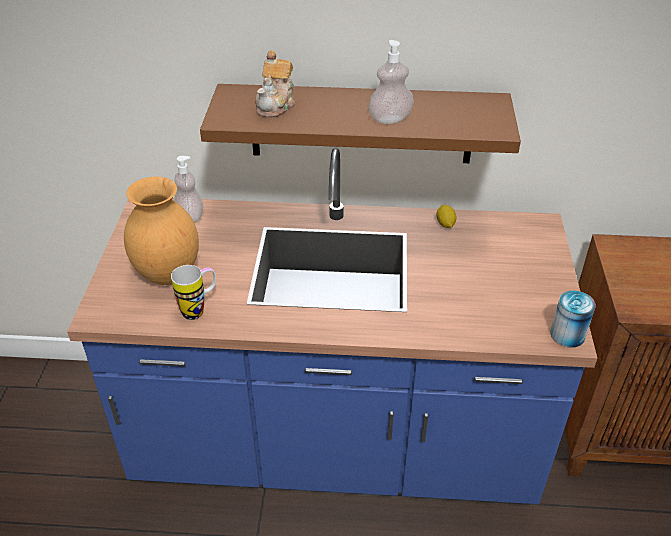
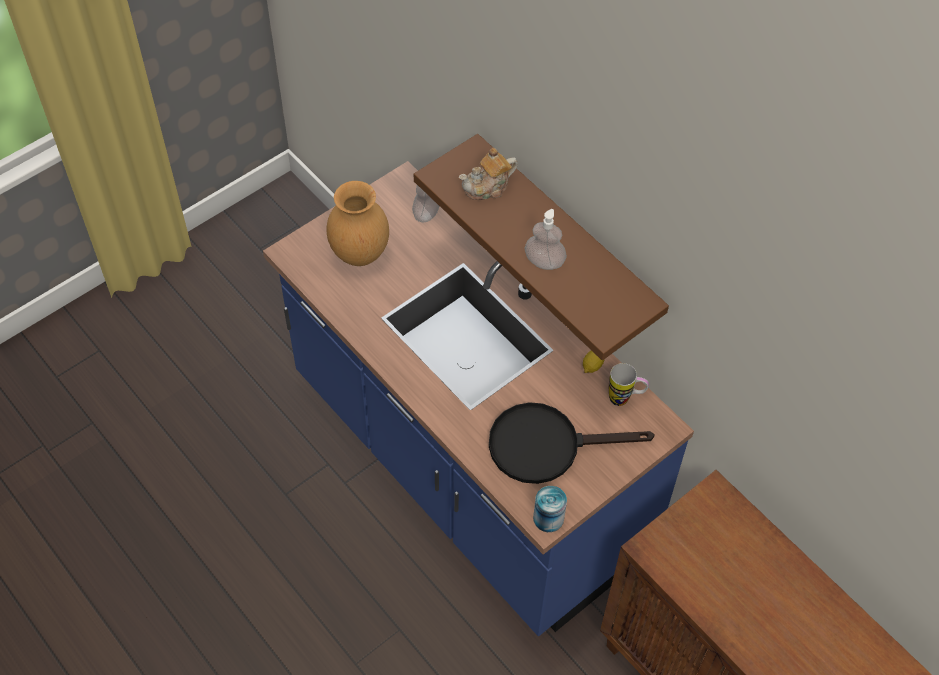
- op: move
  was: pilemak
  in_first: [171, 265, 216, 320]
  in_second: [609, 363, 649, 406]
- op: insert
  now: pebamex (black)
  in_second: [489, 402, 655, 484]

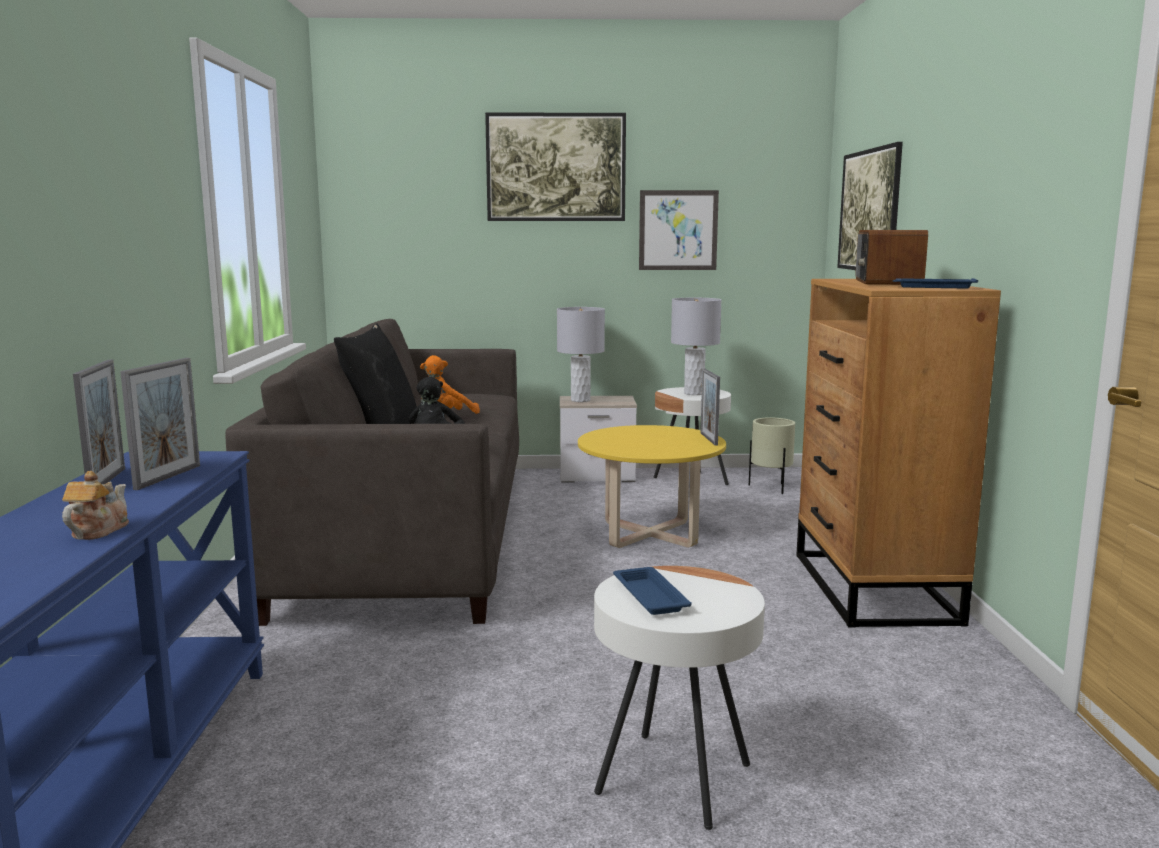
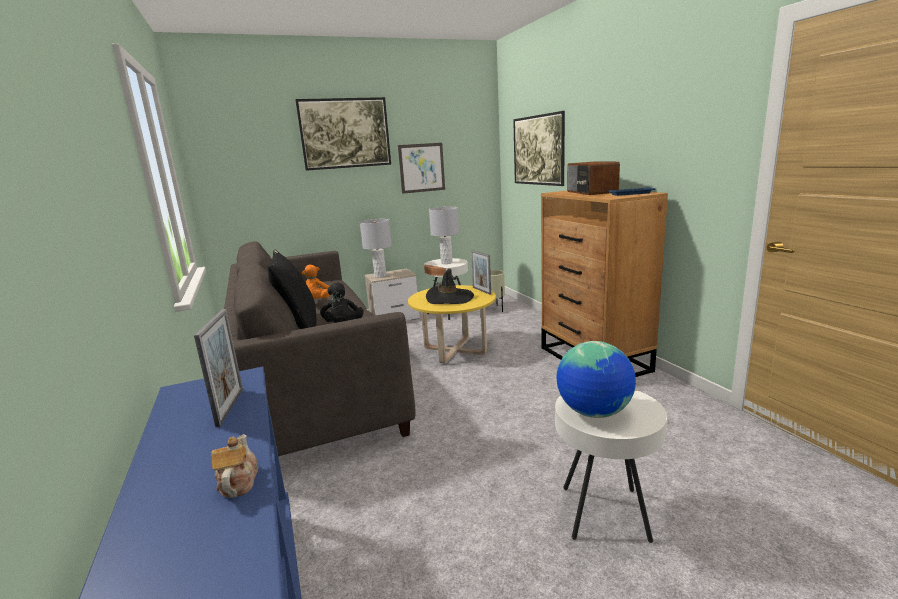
- op: delete
  was: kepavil
  in_first: [73, 360, 125, 484]
- op: replace
  was: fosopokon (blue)
  now: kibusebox
  in_first: [613, 567, 692, 615]
  in_second: [556, 341, 636, 418]
- op: insert
  now: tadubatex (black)
  in_second: [426, 269, 474, 304]

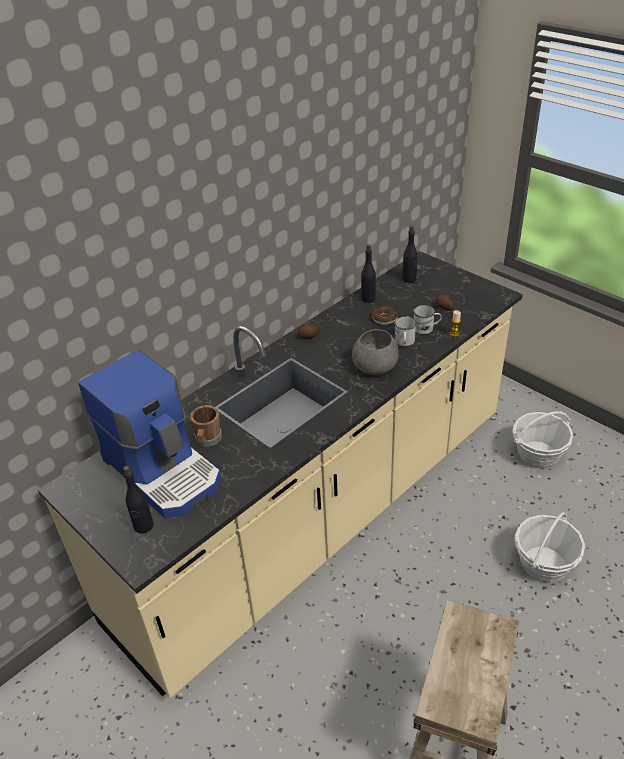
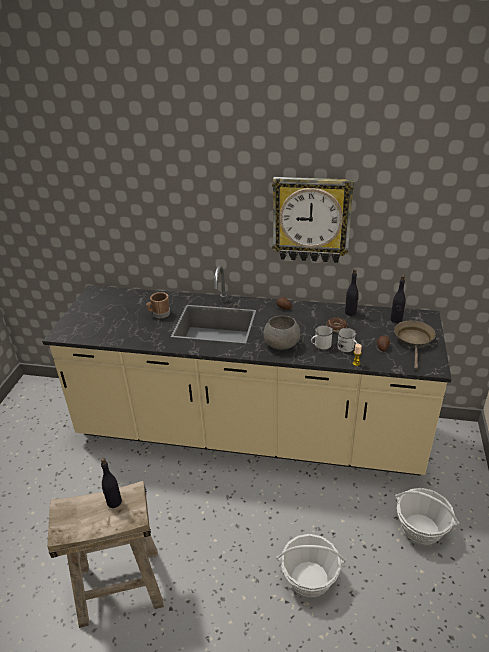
- op: delete
  was: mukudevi
  in_first: [78, 350, 221, 518]
- op: move
  was: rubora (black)
  in_first: [123, 466, 154, 534]
  in_second: [101, 458, 122, 508]
- op: insert
  now: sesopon
  in_second: [272, 177, 354, 263]
- op: insert
  now: pebamex (brown)
  in_second: [394, 321, 436, 370]

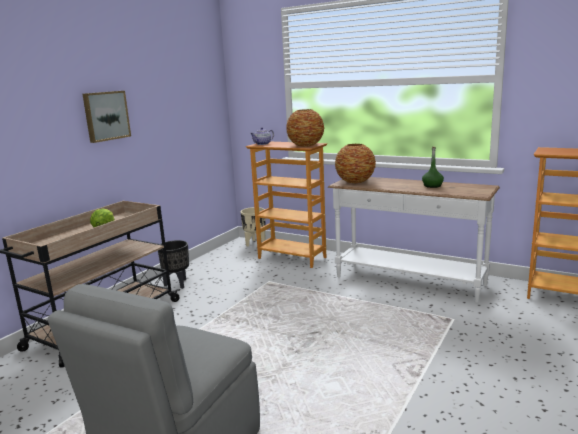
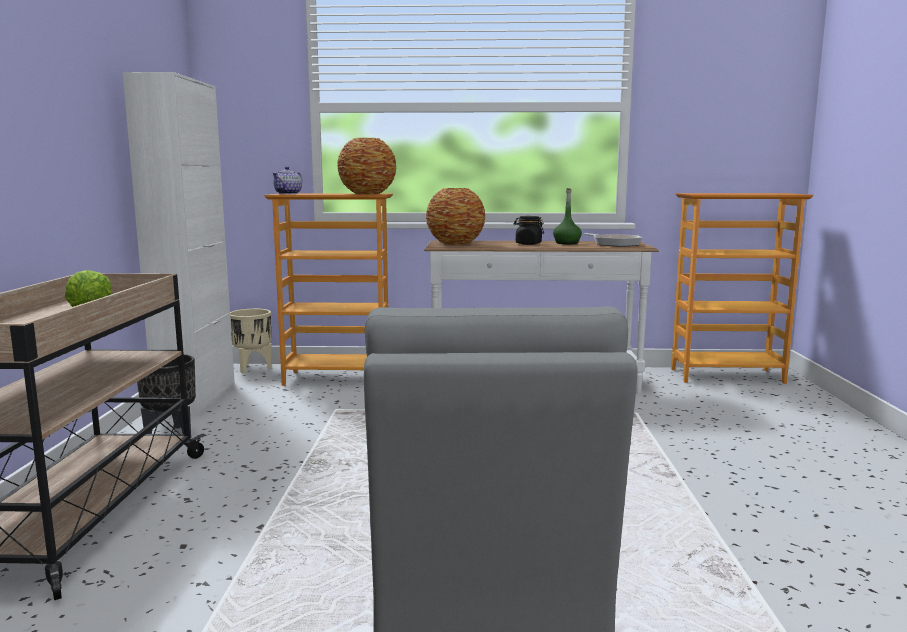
- op: delete
  was: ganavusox
  in_first: [82, 91, 131, 143]
- op: insert
  now: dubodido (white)
  in_second: [123, 72, 235, 414]
- op: insert
  now: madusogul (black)
  in_second: [514, 216, 544, 245]
- op: insert
  now: pebamex
  in_second: [584, 233, 642, 247]

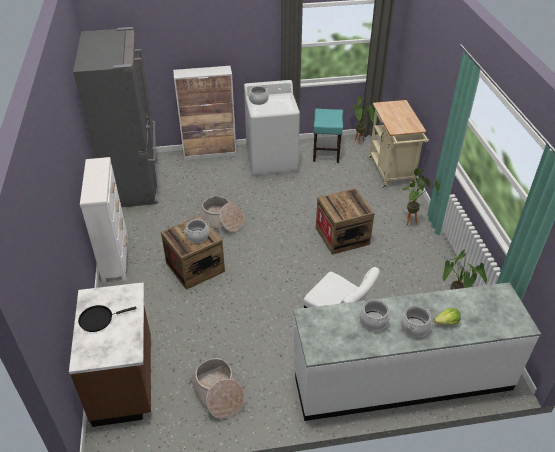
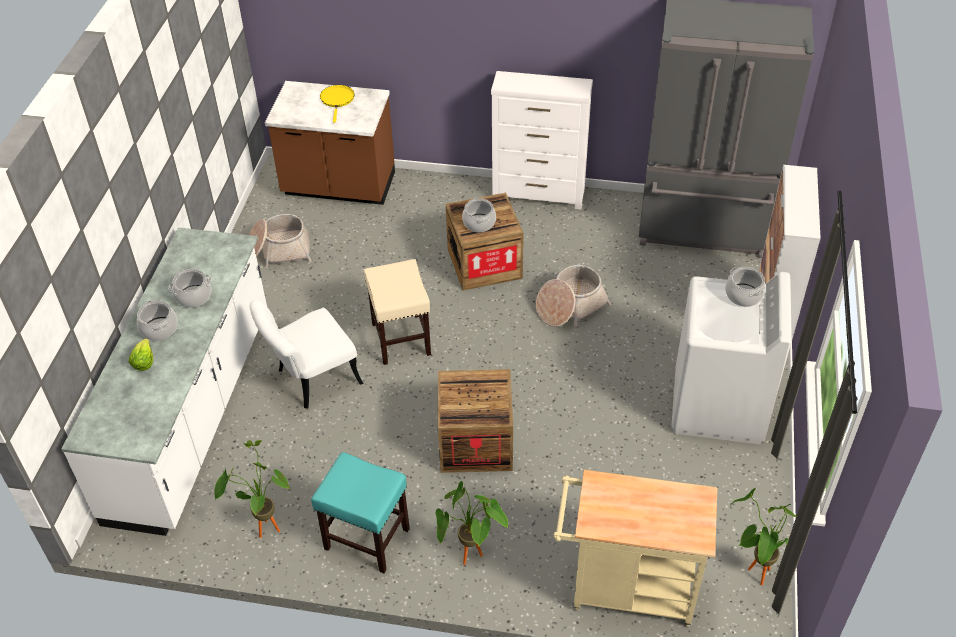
- op: move
  was: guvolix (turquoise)
  in_first: [313, 109, 343, 163]
  in_second: [311, 452, 410, 573]
- op: recolor
  was: pebamex (black)
  now: pebamex (yellow)
  in_first: [78, 305, 137, 332]
  in_second: [320, 85, 355, 123]
- op: insert
  now: guvolix (beige)
  in_second: [364, 259, 431, 365]

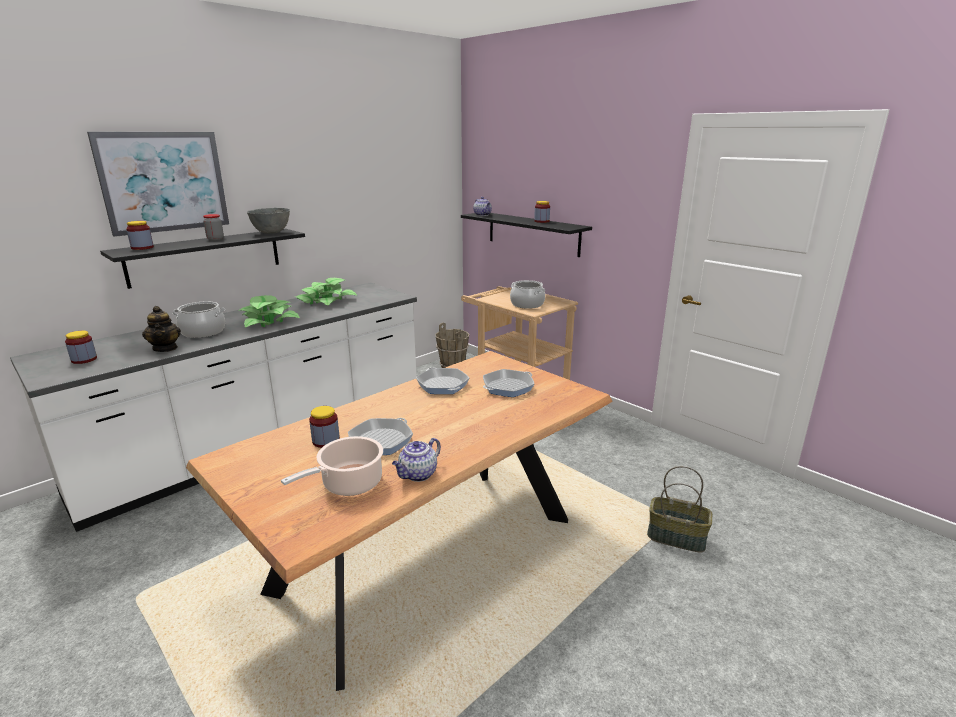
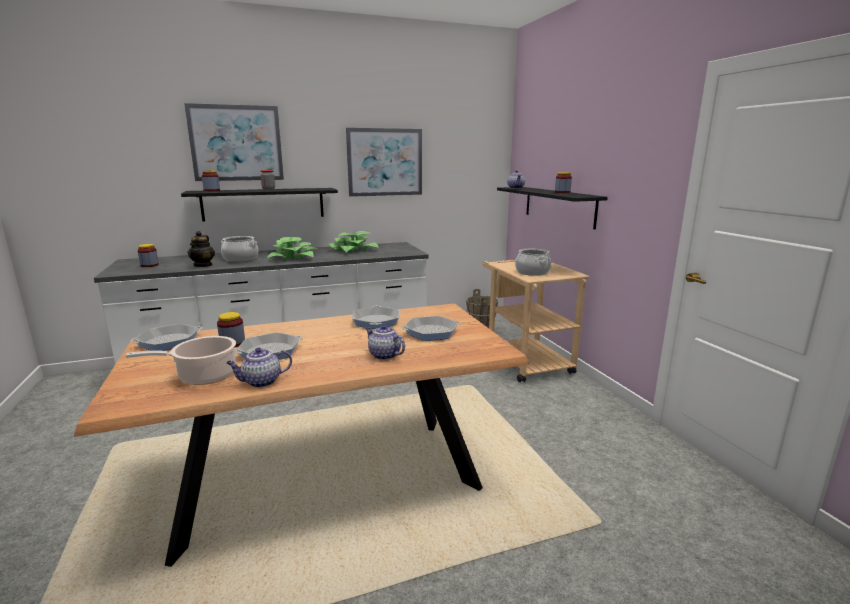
- op: delete
  was: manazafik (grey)
  in_first: [247, 208, 290, 234]
- op: delete
  was: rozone
  in_first: [647, 466, 713, 553]
- op: insert
  now: ganavusox
  in_second: [346, 128, 422, 197]
- op: insert
  now: pebamex
  in_second: [131, 324, 203, 351]
- op: insert
  now: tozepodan
  in_second: [365, 325, 405, 360]

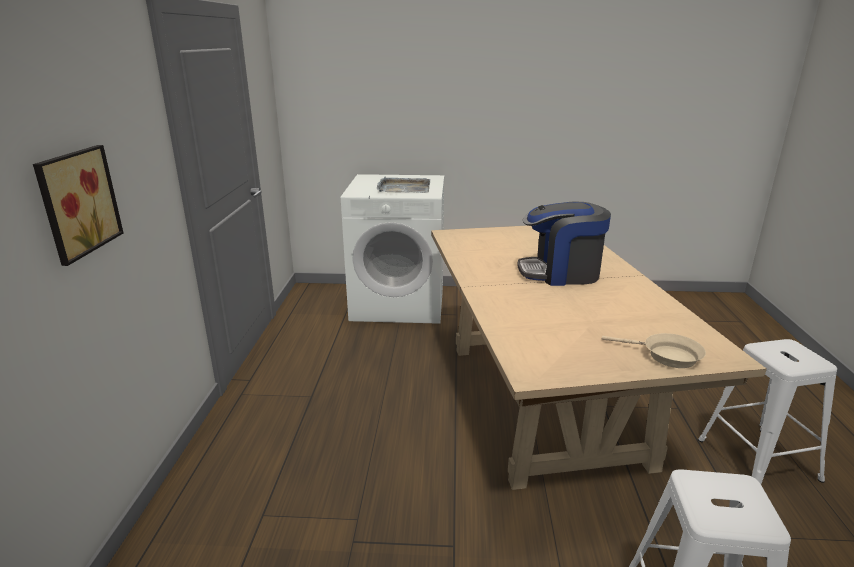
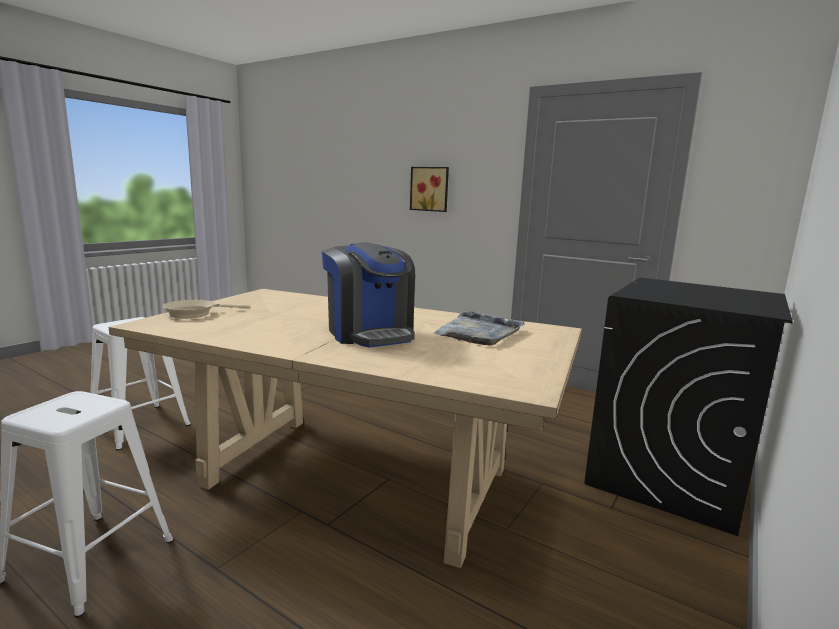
- op: recolor
  was: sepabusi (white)
  now: sepabusi (black)
  in_first: [341, 174, 444, 324]
  in_second: [584, 278, 793, 536]
- op: move
  was: fosopokon (grey)
  in_first: [377, 177, 430, 193]
  in_second: [433, 311, 525, 346]
- op: rotate
  was: mukudevi
  in_first: [517, 202, 611, 286]
  in_second: [322, 242, 415, 347]
  clockwise: 120

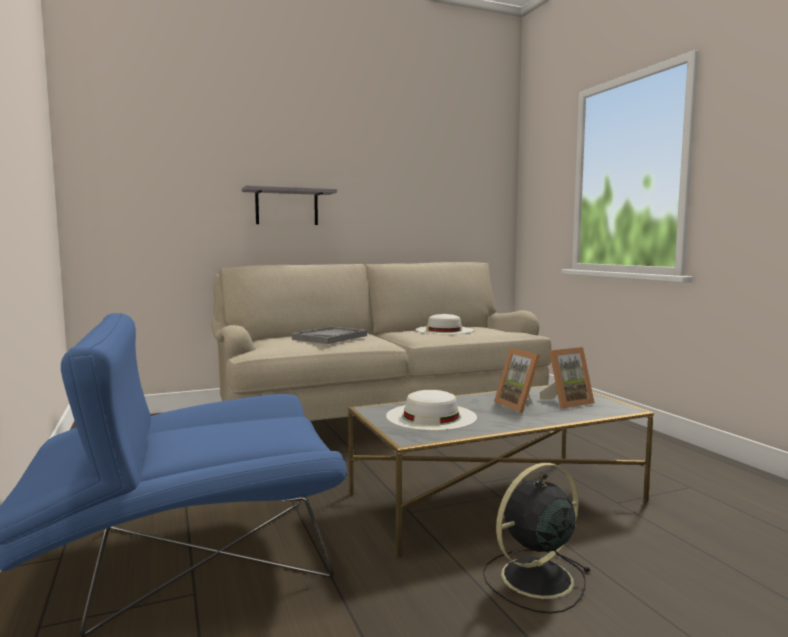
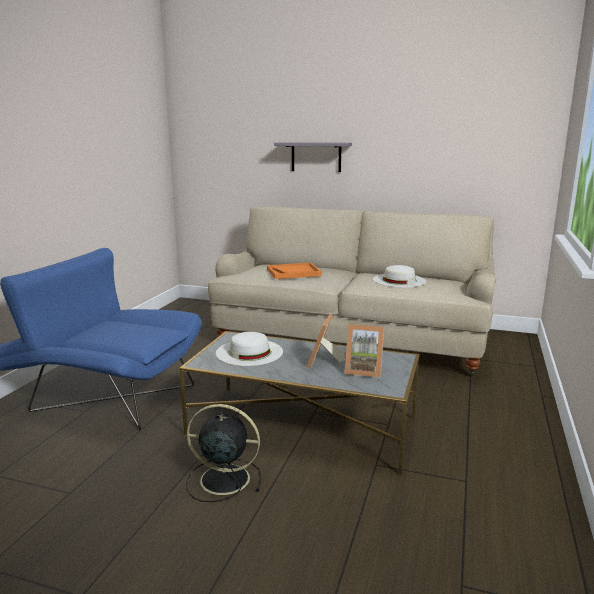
- op: recolor
  was: fosopokon (grey)
  now: fosopokon (orange)
  in_first: [292, 326, 367, 344]
  in_second: [267, 263, 322, 279]

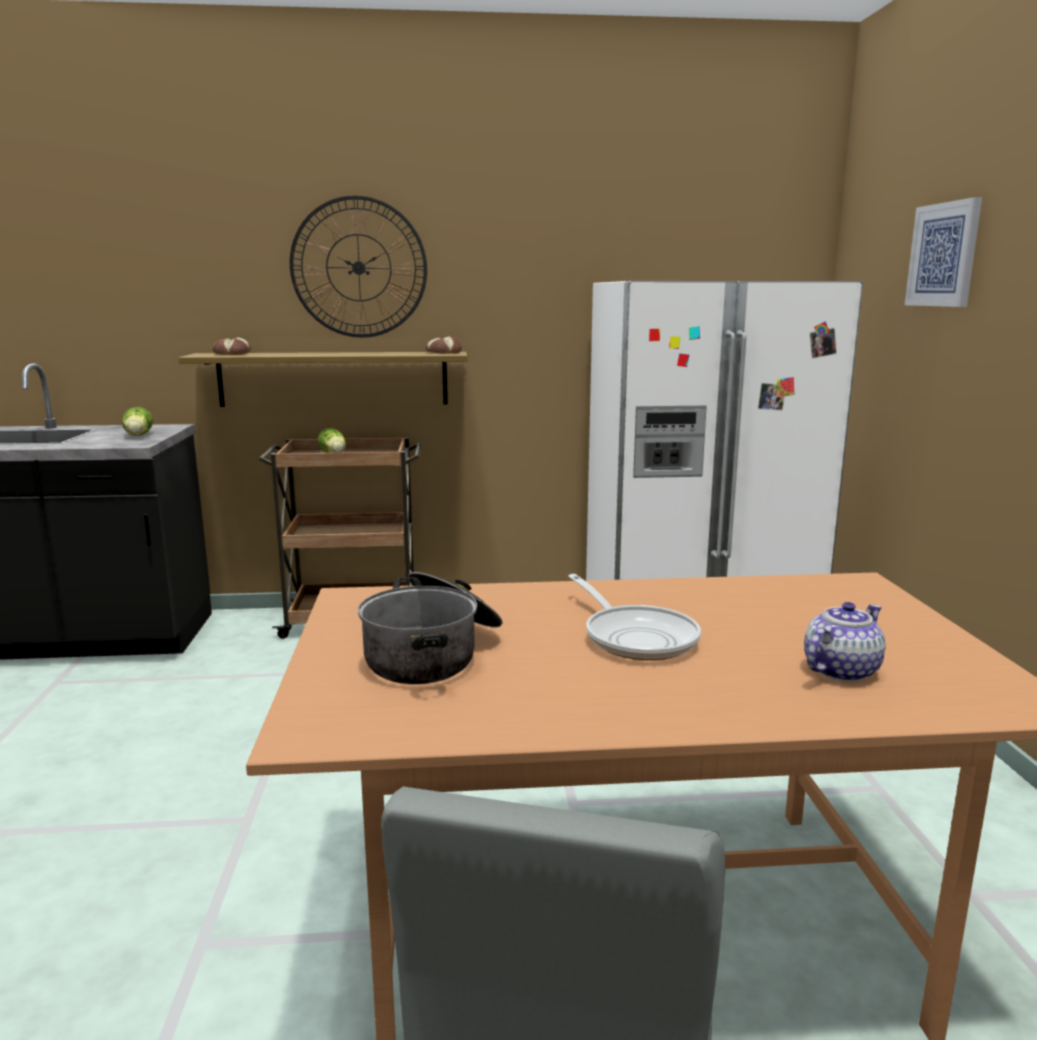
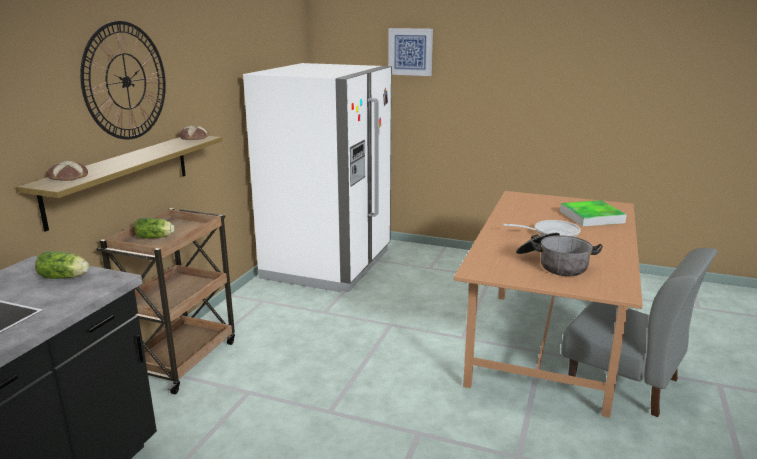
- op: replace
  was: tozepodan
  now: fosopokon
  in_first: [804, 602, 886, 682]
  in_second: [560, 200, 627, 226]

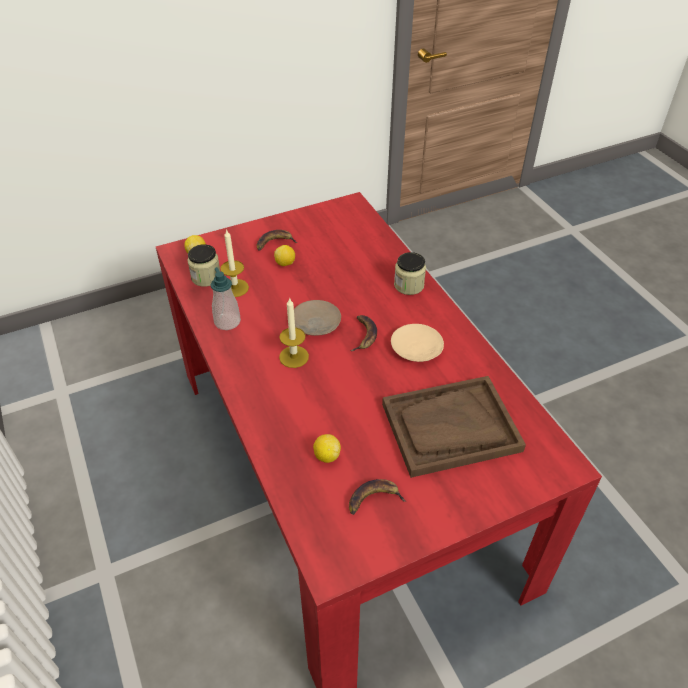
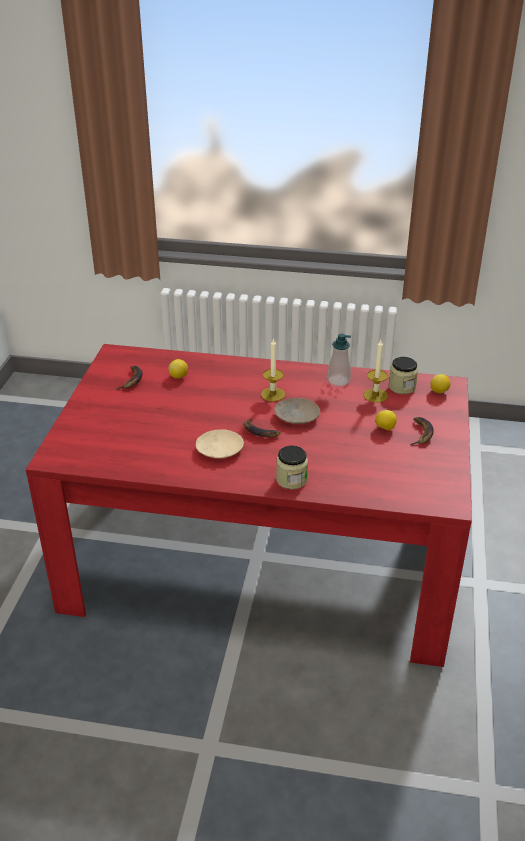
- op: delete
  was: fosopokon (brown)
  in_first: [382, 376, 526, 478]

